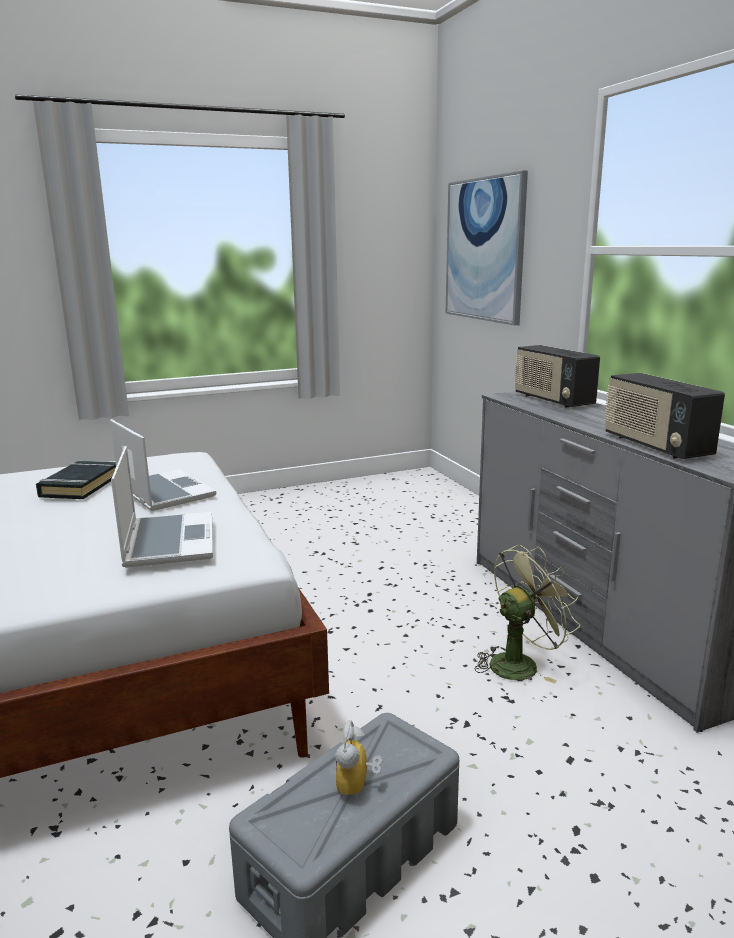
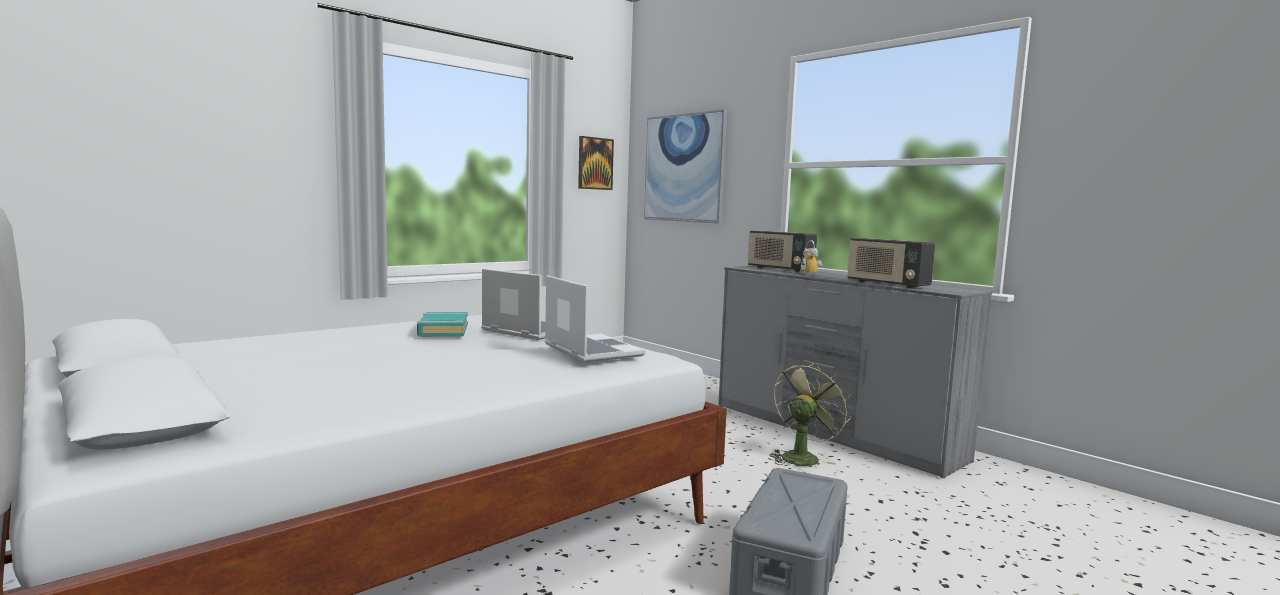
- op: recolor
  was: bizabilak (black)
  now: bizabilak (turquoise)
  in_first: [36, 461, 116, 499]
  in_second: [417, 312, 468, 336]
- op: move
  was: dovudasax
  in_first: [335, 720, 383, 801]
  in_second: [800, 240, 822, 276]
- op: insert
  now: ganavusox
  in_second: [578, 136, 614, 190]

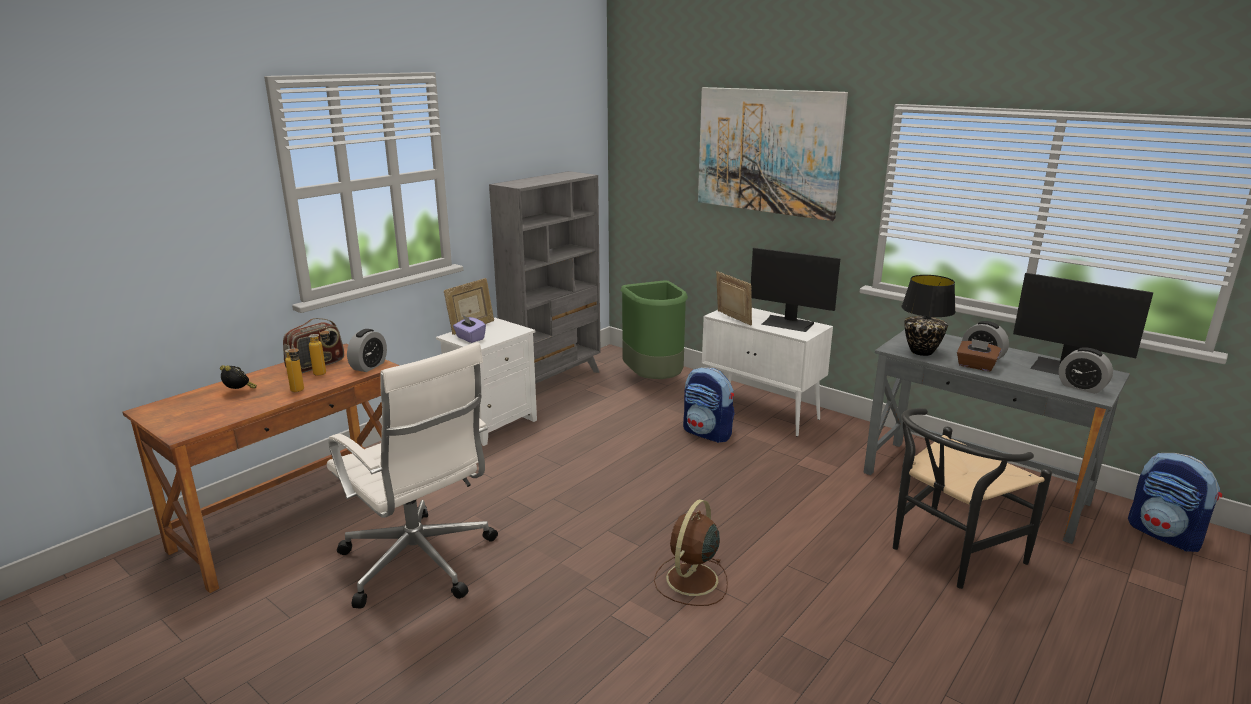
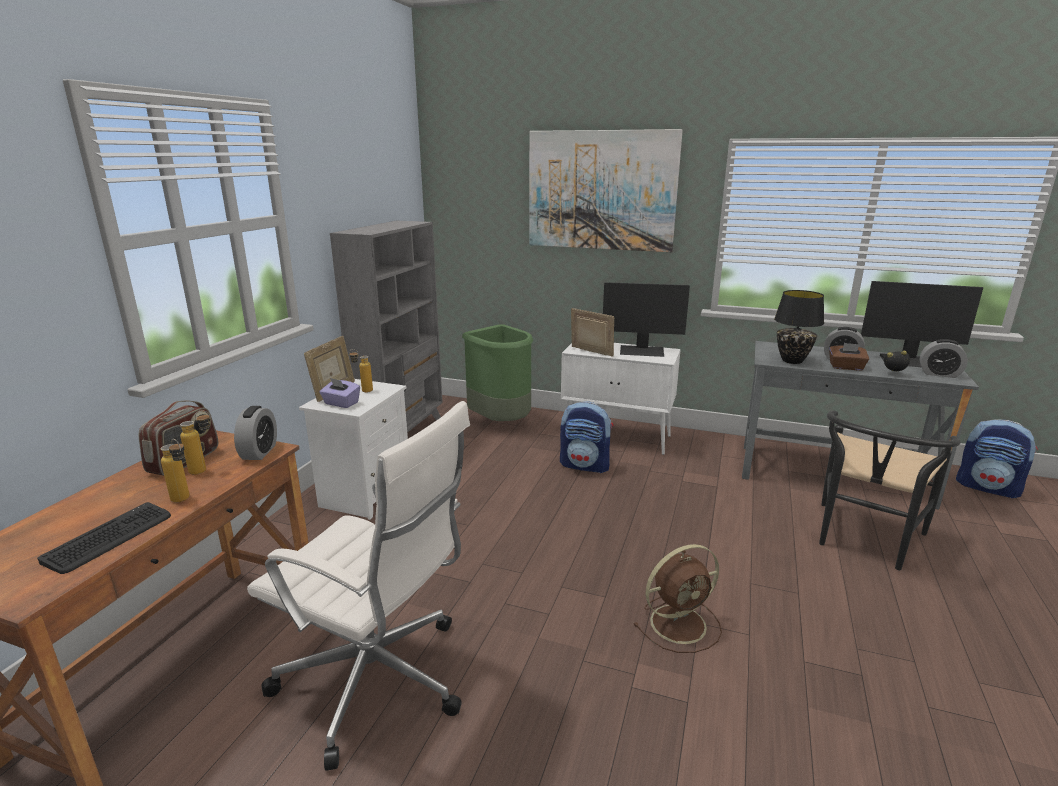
- op: move
  was: dovudasax
  in_first: [220, 365, 257, 389]
  in_second: [884, 351, 910, 371]
- op: rotate
  was: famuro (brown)
  in_first: [654, 499, 728, 606]
  in_second: [634, 544, 722, 653]
  clockwise: -120
- op: insert
  now: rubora
  in_second: [349, 349, 373, 392]
- op: insert
  now: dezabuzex
  in_second: [37, 502, 171, 574]

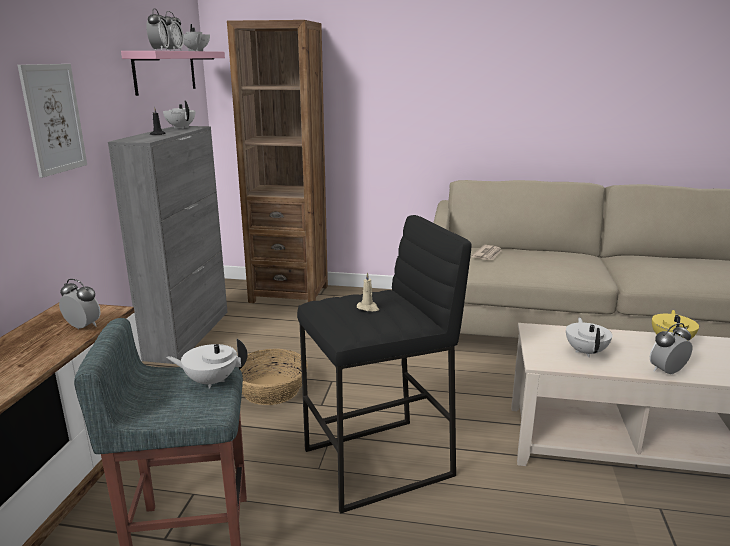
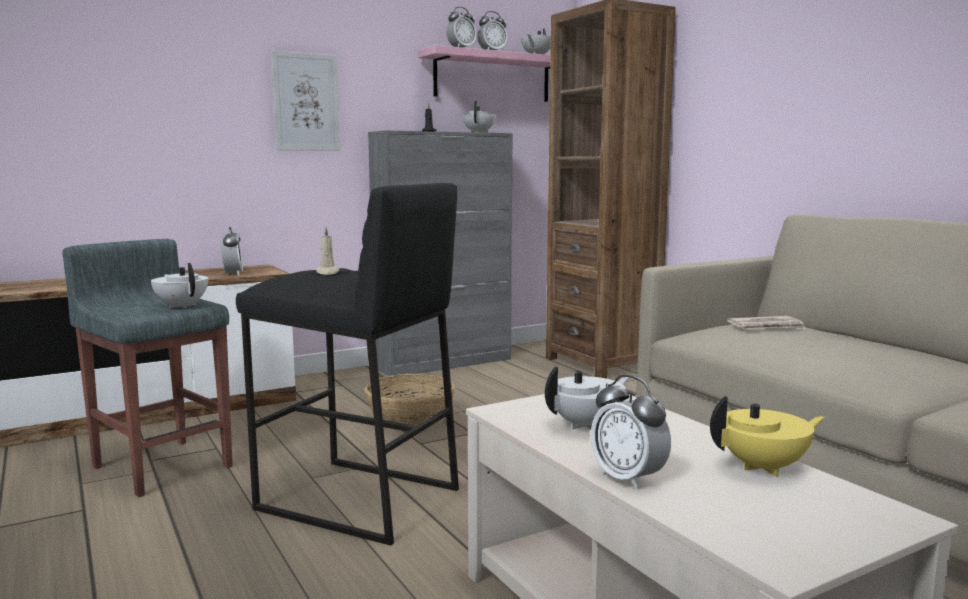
- op: rotate
  was: dovudasax
  in_first: [650, 323, 692, 375]
  in_second: [591, 375, 671, 490]
  clockwise: -150

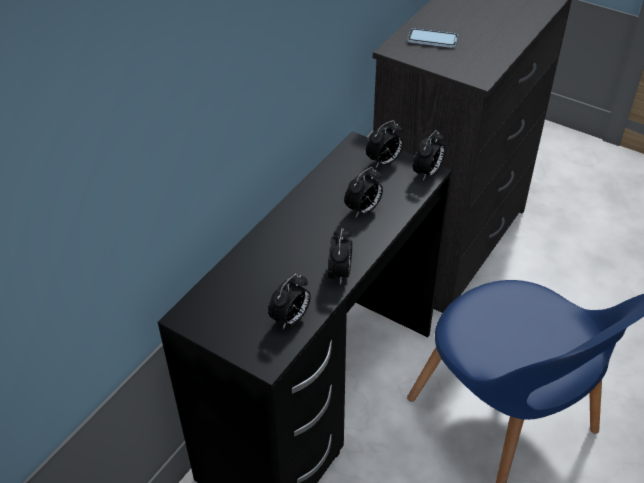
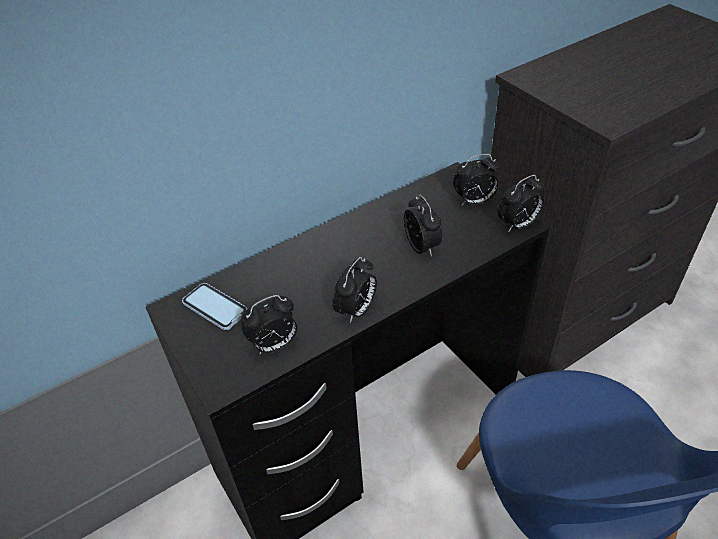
- op: move
  was: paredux
  in_first: [408, 28, 458, 48]
  in_second: [182, 283, 247, 330]
- op: rotate
  was: dovudasax
  in_first: [344, 167, 383, 217]
  in_second: [404, 195, 442, 257]
  clockwise: -90

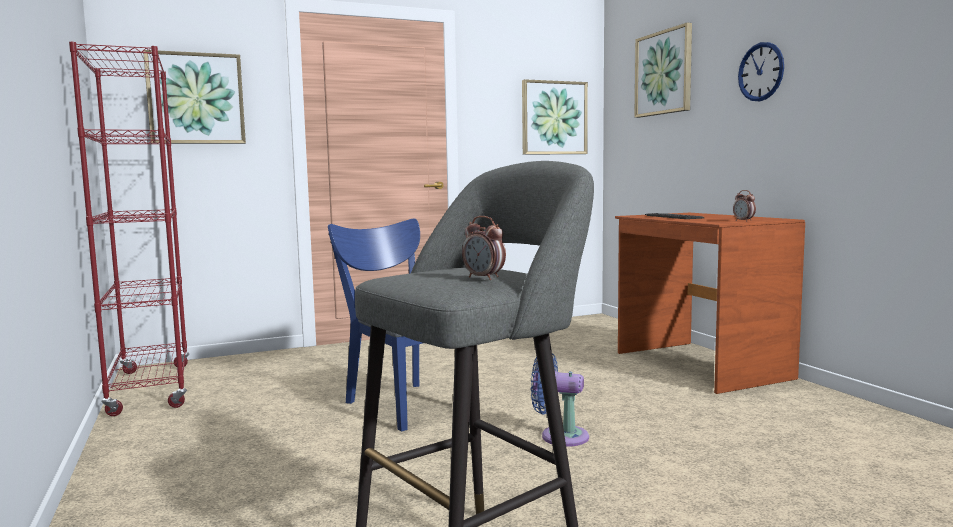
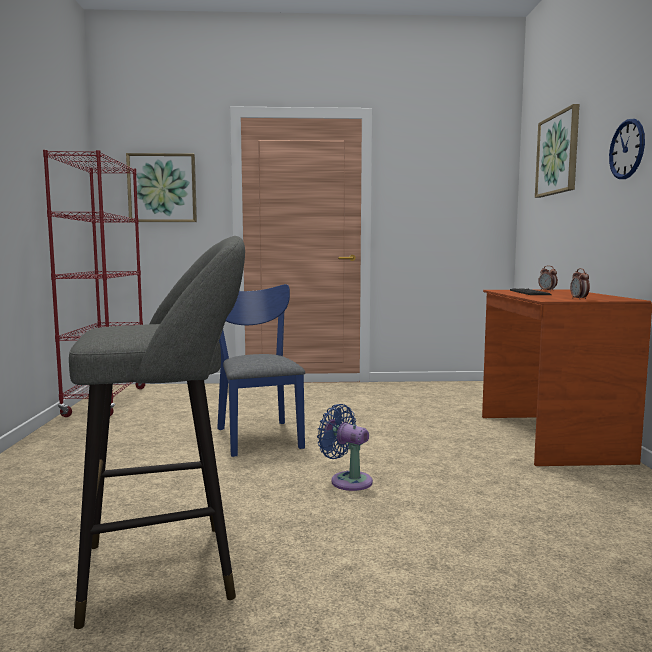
- op: delete
  was: ganavusox
  in_first: [522, 79, 588, 155]
- op: move
  was: dovudasax
  in_first: [462, 216, 506, 280]
  in_second: [538, 266, 558, 291]

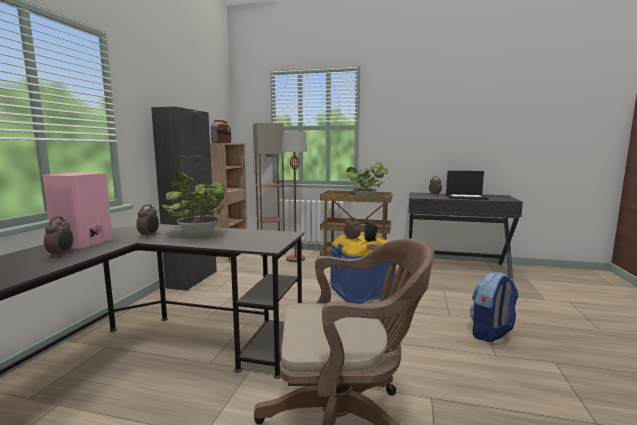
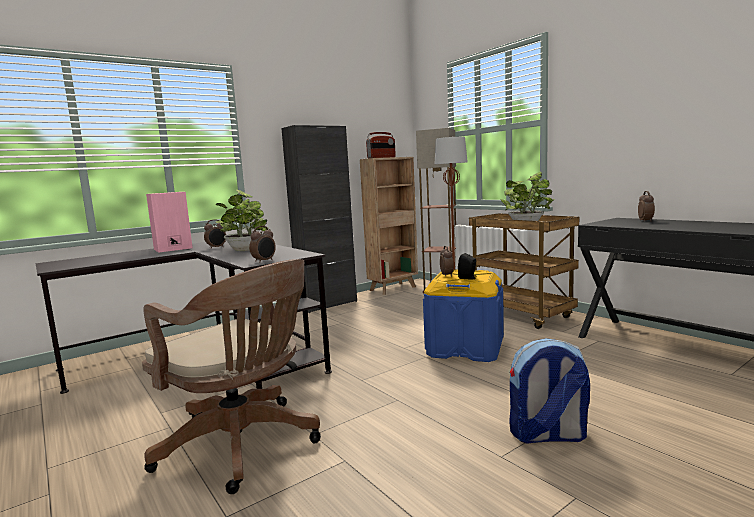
- op: delete
  was: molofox
  in_first: [446, 171, 489, 200]
- op: move
  was: dovudasax
  in_first: [44, 217, 73, 257]
  in_second: [249, 226, 276, 263]

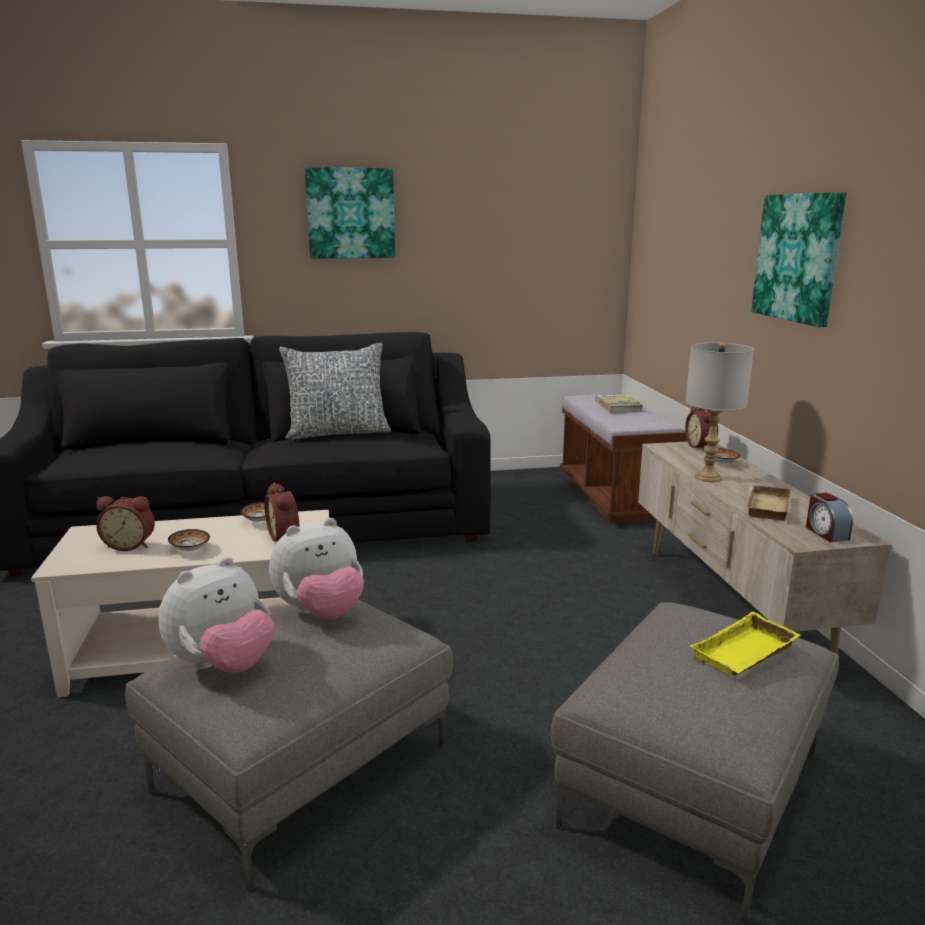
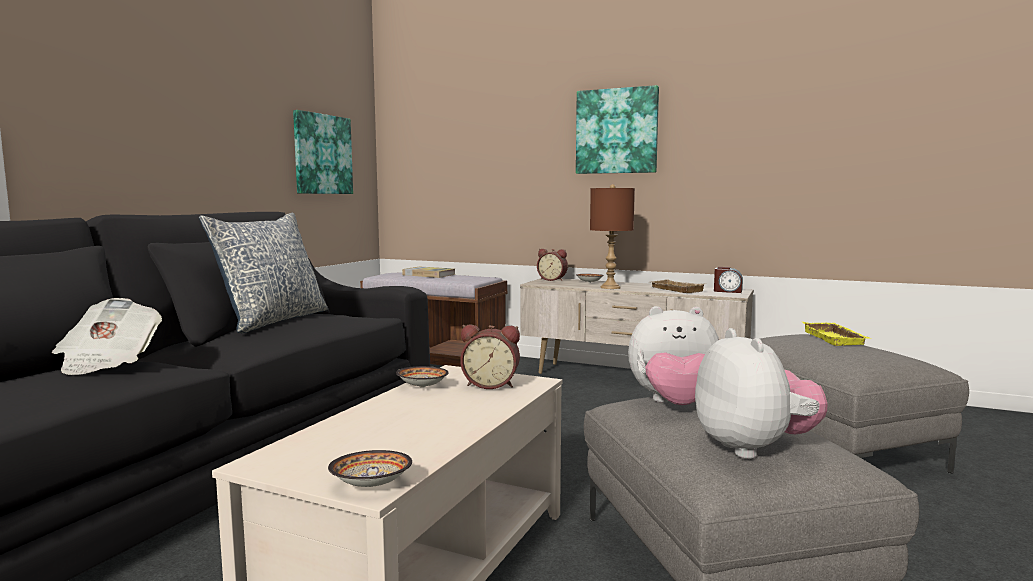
- op: move
  was: ganavusox
  in_first: [305, 167, 395, 259]
  in_second: [293, 110, 353, 194]
- op: recolor
  was: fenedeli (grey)
  now: fenedeli (brown)
  in_first: [686, 342, 754, 482]
  in_second: [590, 184, 635, 289]
- op: delete
  was: dovudasax
  in_first: [96, 496, 155, 551]
- op: rotate
  was: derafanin
  in_first: [269, 518, 364, 620]
  in_second: [628, 306, 719, 405]
  clockwise: 90
- op: move
  was: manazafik
  in_first: [168, 529, 210, 551]
  in_second: [328, 450, 412, 487]
- op: insert
  now: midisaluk
  in_second: [52, 298, 162, 375]

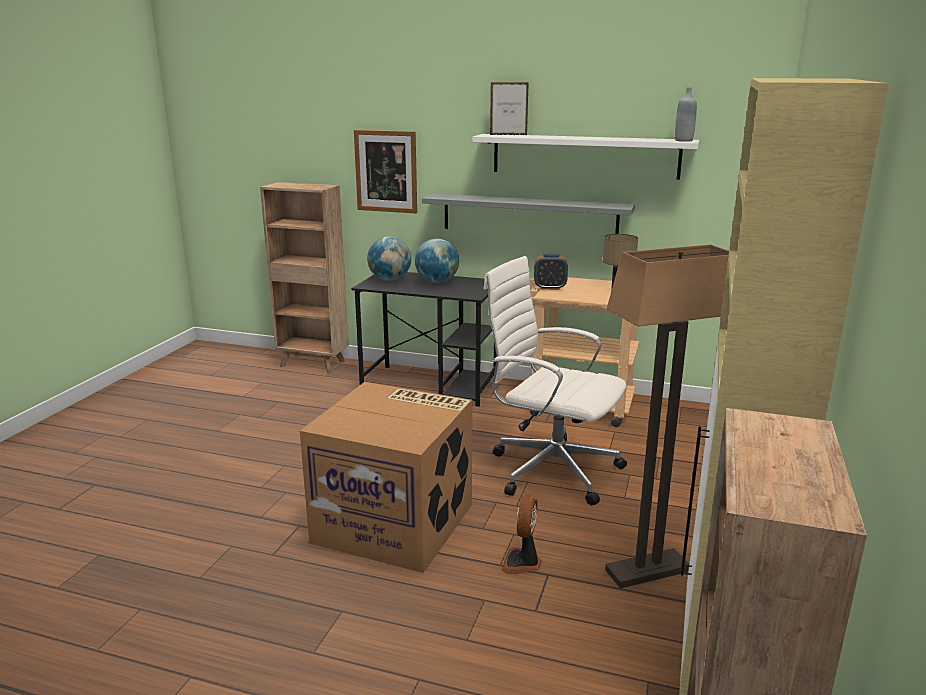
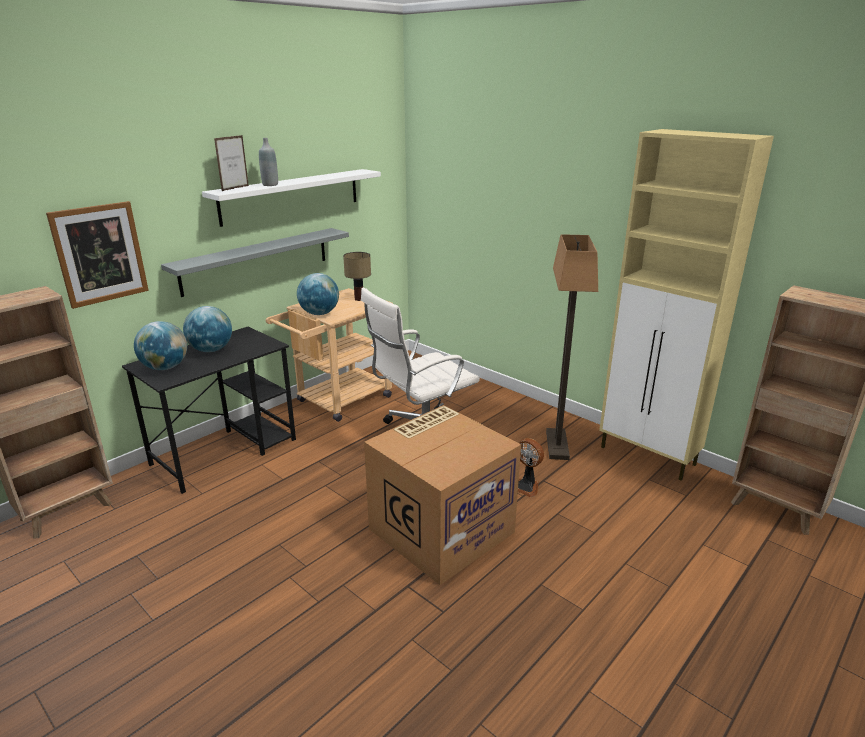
- op: move
  was: rubora (grey)
  in_first: [675, 87, 697, 142]
  in_second: [259, 138, 278, 186]
- op: replace
  was: dovudasax
  now: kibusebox
  in_first: [534, 253, 568, 290]
  in_second: [297, 273, 339, 315]

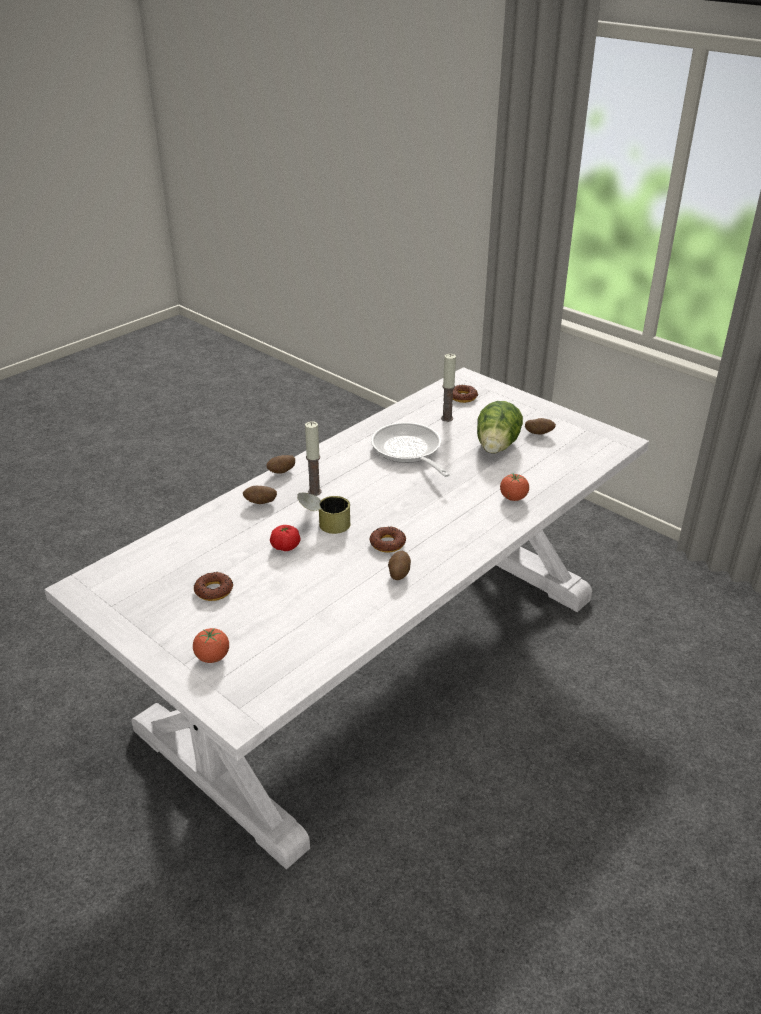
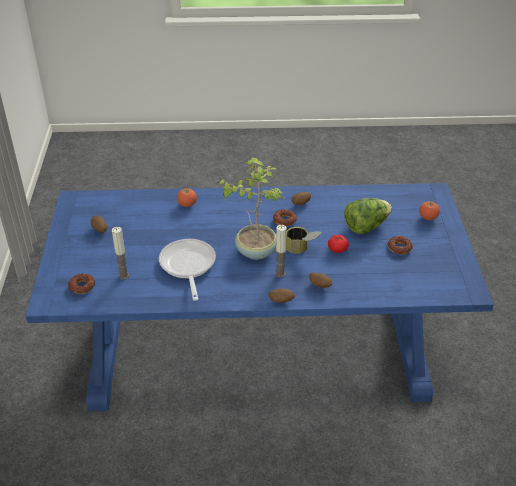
- op: recolor
  was: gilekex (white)
  now: gilekex (blue)
  in_first: [44, 367, 649, 870]
  in_second: [26, 183, 494, 412]
- op: move
  was: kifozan
  in_first: [477, 401, 523, 453]
  in_second: [344, 198, 392, 234]
- op: rotate
  was: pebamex
  in_first: [371, 422, 450, 477]
  in_second: [159, 239, 216, 301]
  clockwise: 150
- op: insert
  now: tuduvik
  in_second: [218, 157, 284, 260]

